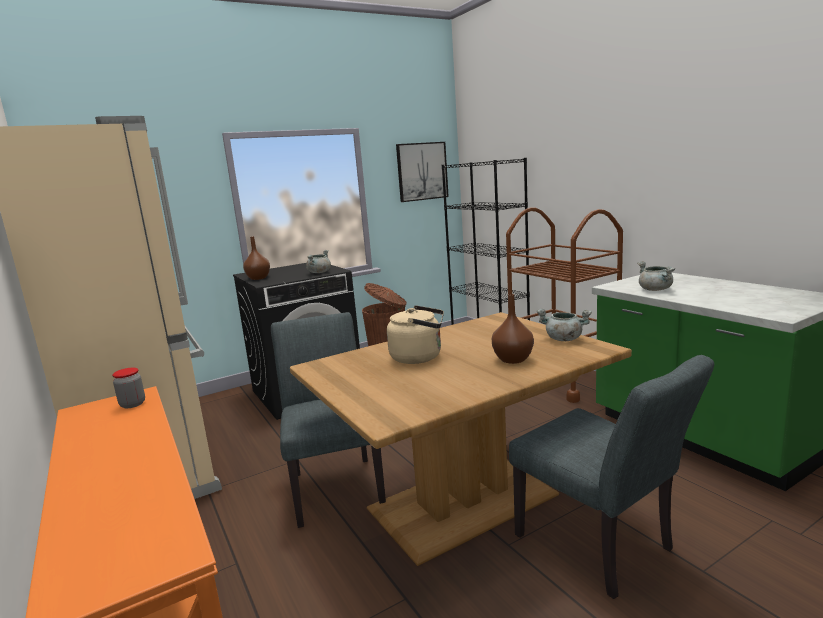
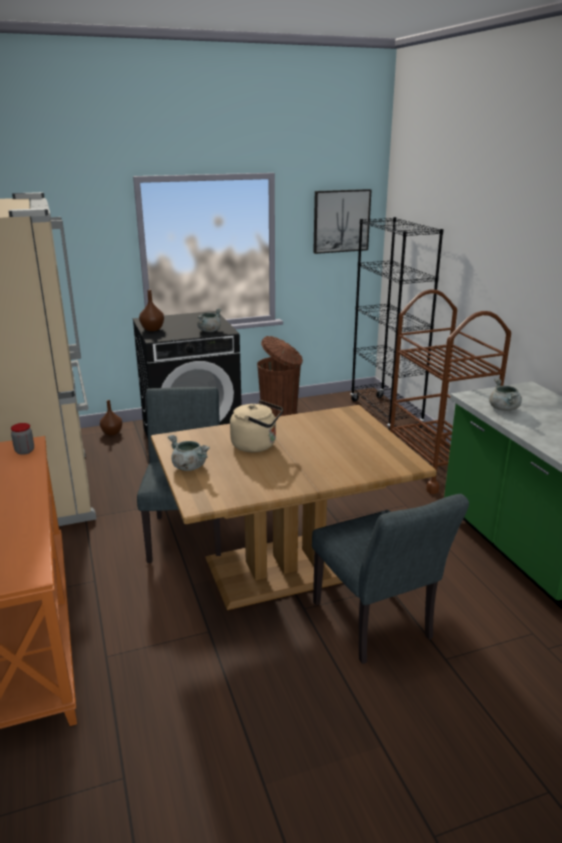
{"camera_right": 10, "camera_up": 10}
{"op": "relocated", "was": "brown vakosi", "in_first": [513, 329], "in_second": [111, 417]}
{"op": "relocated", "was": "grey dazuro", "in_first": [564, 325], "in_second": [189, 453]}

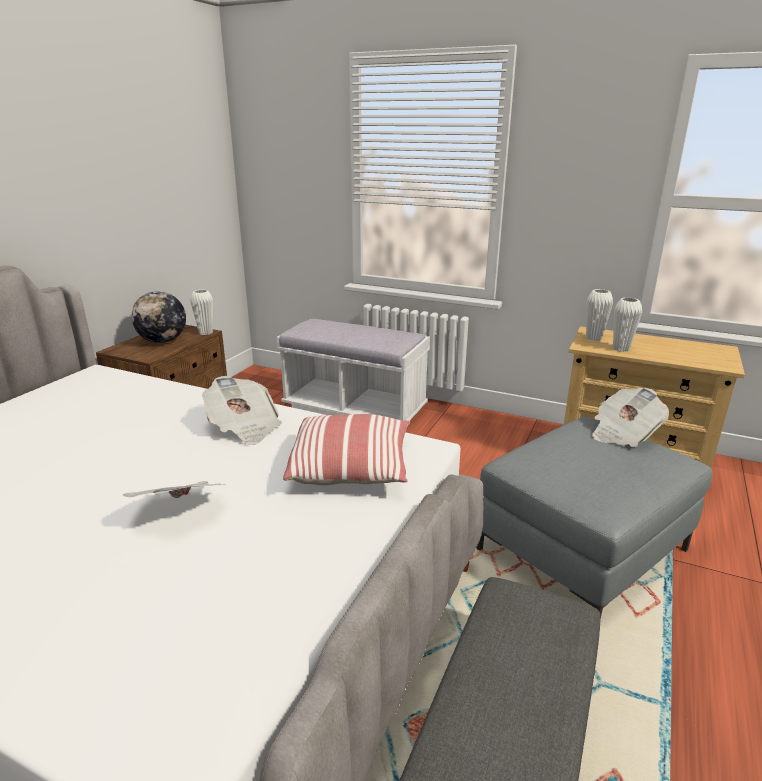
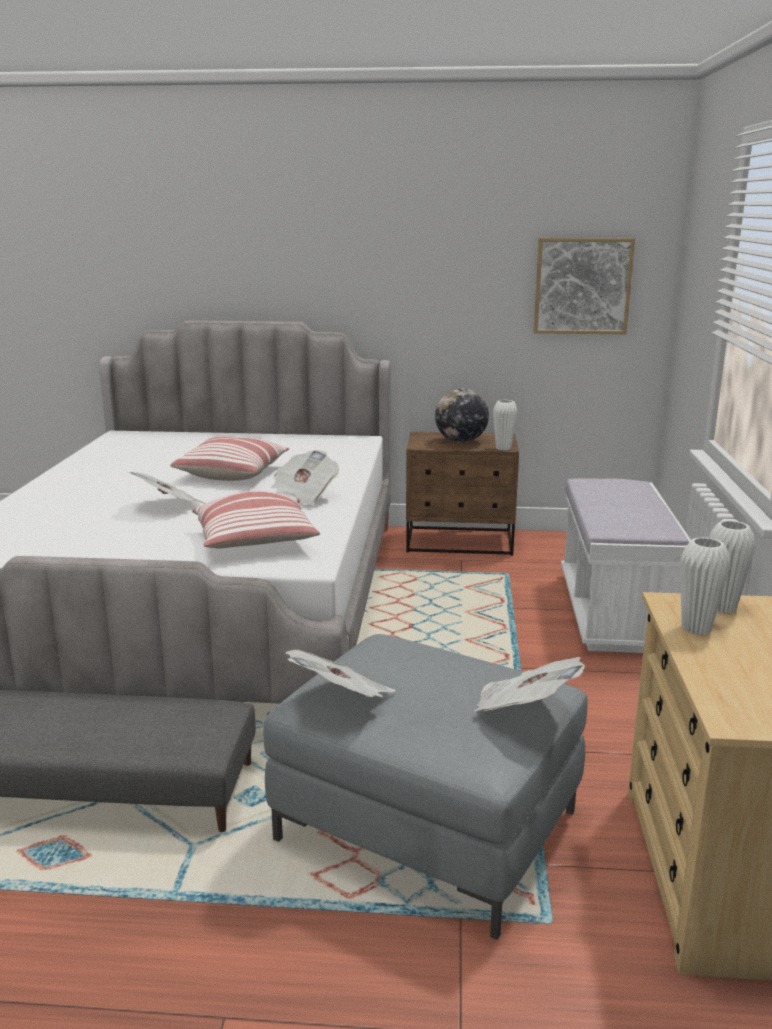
{"camera_right": 70, "camera_up": -5}
{"op": "appeared", "now": "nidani", "in_second": [229, 458]}
{"op": "appeared", "now": "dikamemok", "in_second": [341, 674]}
{"op": "appeared", "now": "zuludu", "in_second": [584, 286]}

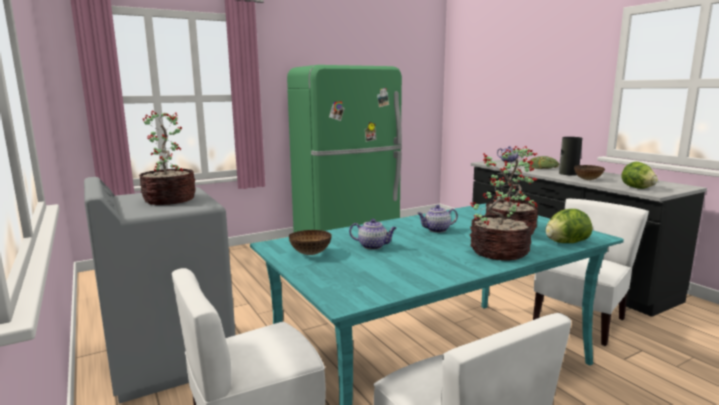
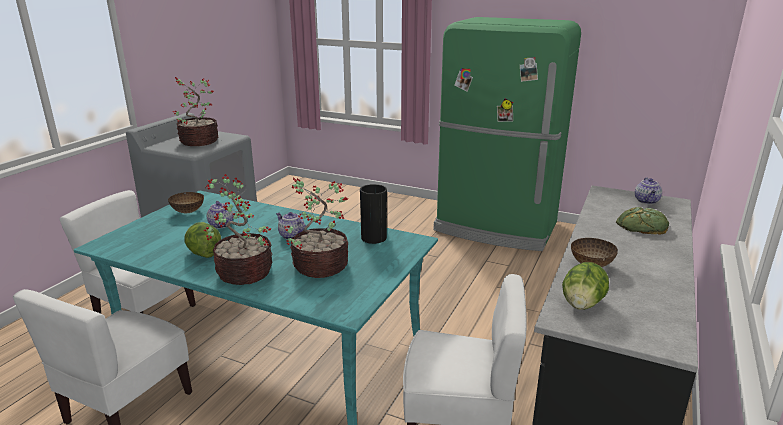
{"camera_right": 55, "camera_up": 10}
{"op": "relocated", "was": "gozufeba", "in_first": [568, 226], "in_second": [202, 240]}
{"op": "relocated", "was": "vakosi", "in_first": [570, 156], "in_second": [373, 214]}

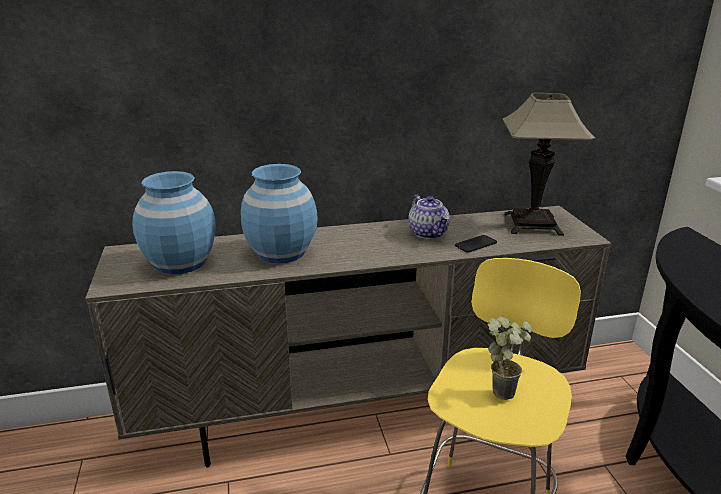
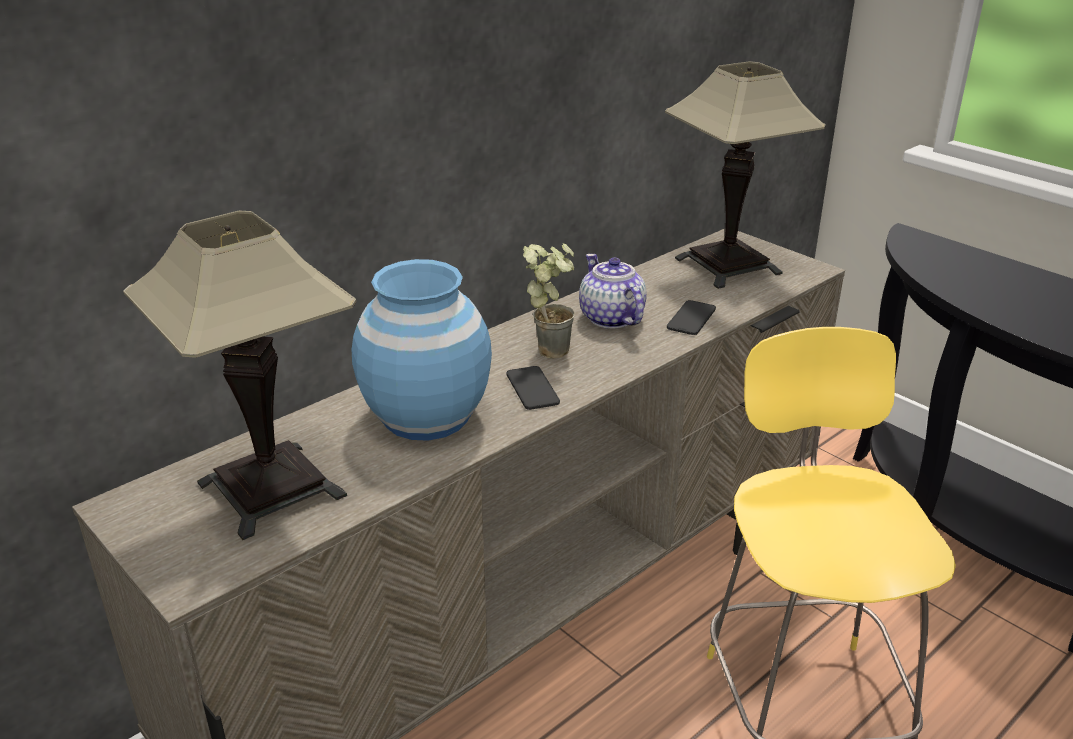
{"camera_right": -30, "camera_up": 5}
{"op": "appeared", "now": "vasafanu", "in_second": [533, 388]}
{"op": "relocated", "was": "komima", "in_first": [510, 358], "in_second": [549, 300]}
{"op": "exchanged", "was": "blue vakosi", "now": "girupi", "in_first": [174, 222], "in_second": [240, 375]}
{"op": "spun", "was": "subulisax", "in_first": [429, 217], "in_second": [613, 291], "clockwise": -150}

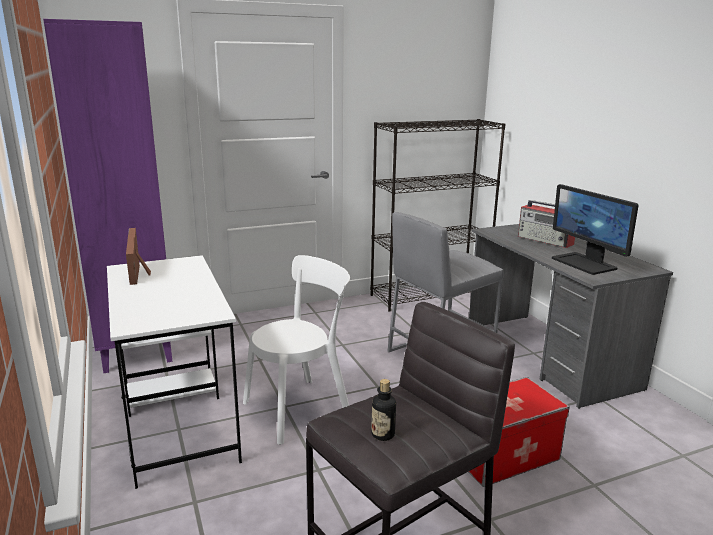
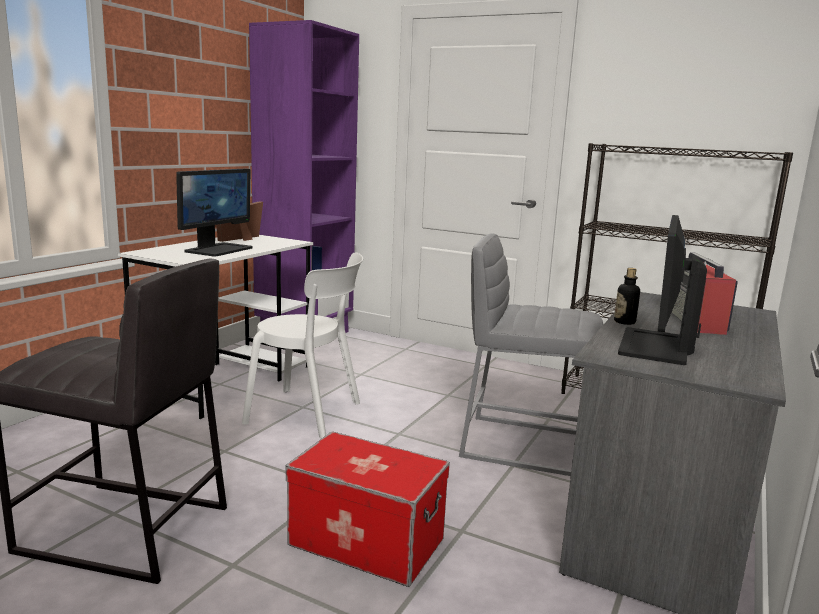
{"camera_right": 50, "camera_up": -5}
{"op": "appeared", "now": "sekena", "in_second": [214, 212]}
{"op": "relocated", "was": "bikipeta", "in_first": [383, 410], "in_second": [627, 296]}

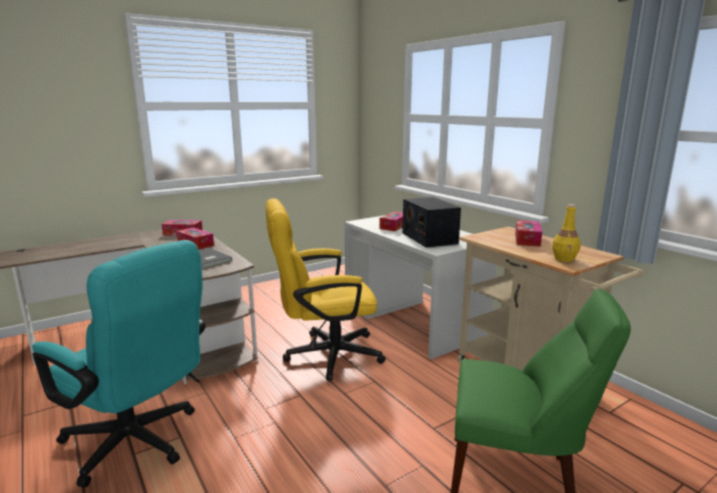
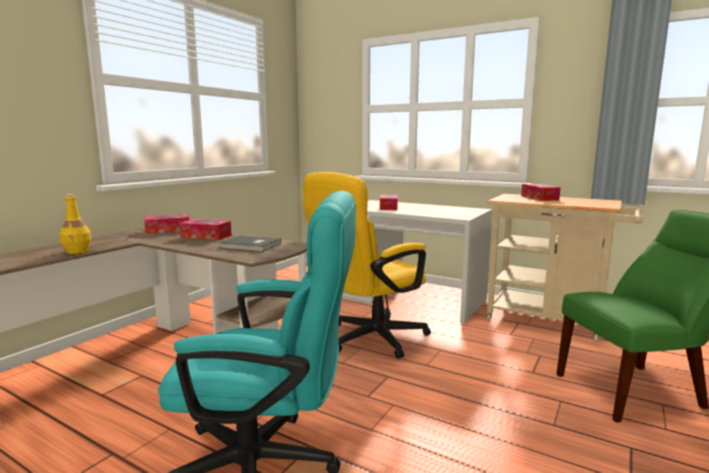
{"camera_right": -25, "camera_up": -5}
{"op": "missing", "was": "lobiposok", "in_first": [431, 222]}
{"op": "relocated", "was": "yellow bikipeta", "in_first": [566, 233], "in_second": [75, 224]}

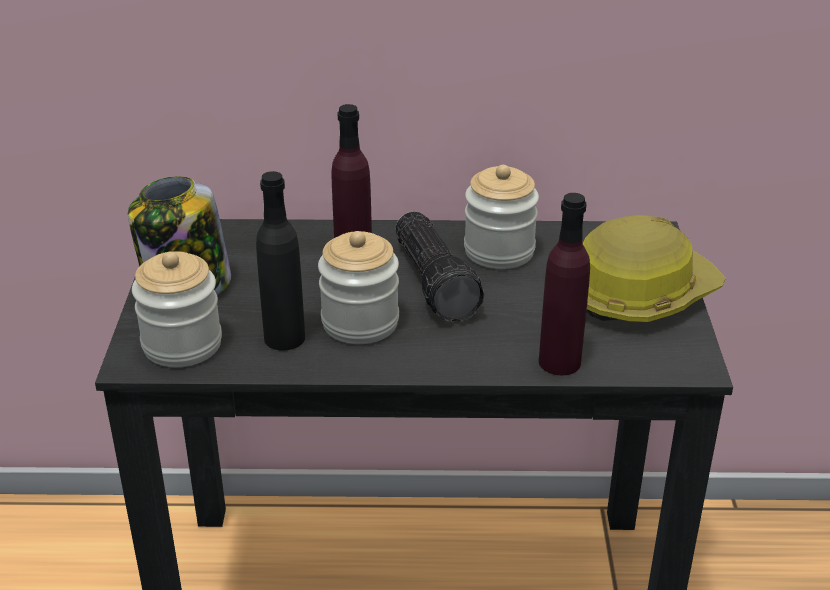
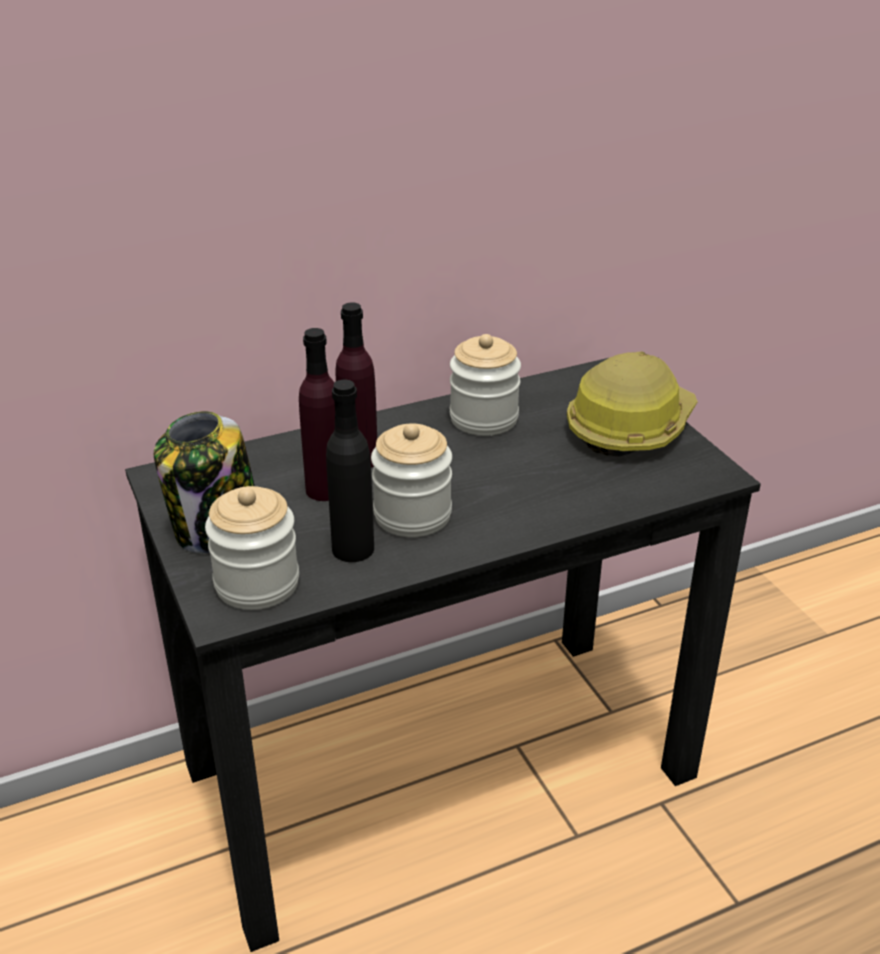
{"camera_right": -25, "camera_up": 0}
{"op": "missing", "was": "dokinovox", "in_first": [440, 267]}
{"op": "relocated", "was": "purple bikipeta", "in_first": [564, 284], "in_second": [317, 414]}

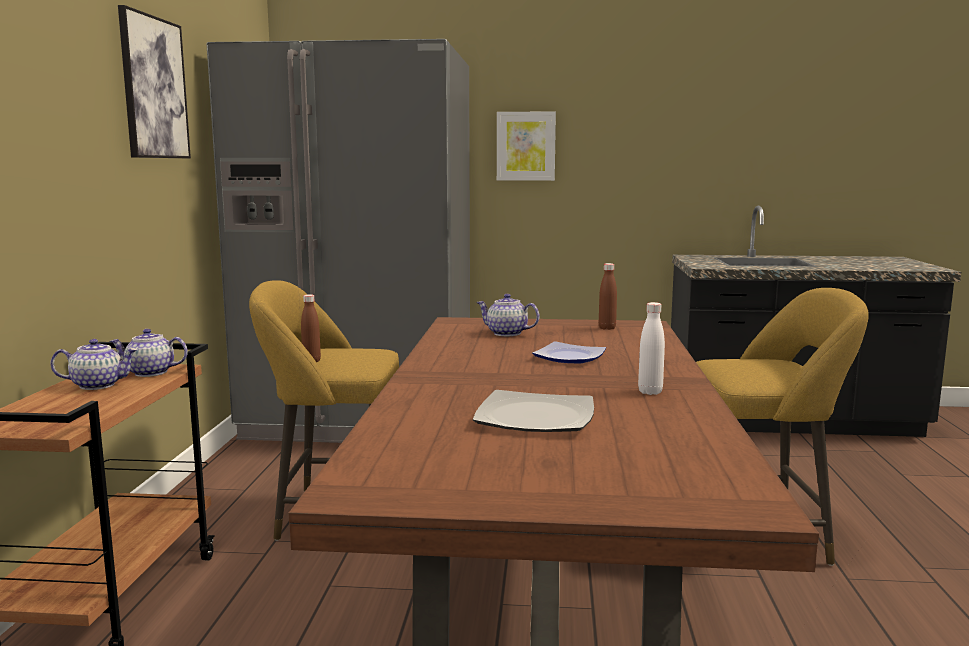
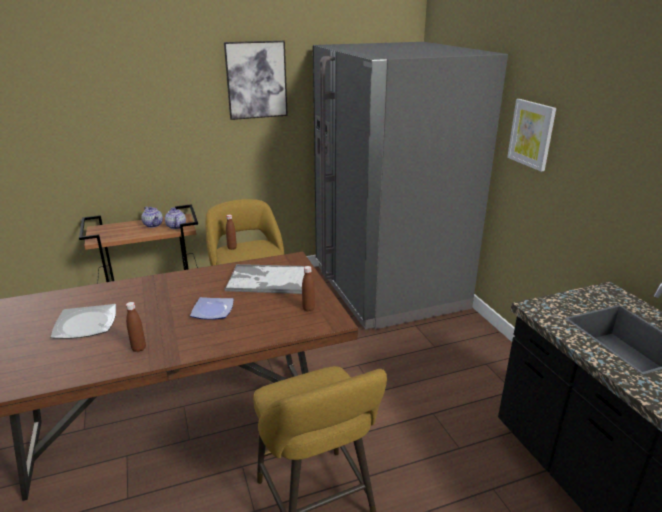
{"camera_right": 65, "camera_up": 15}
{"op": "exchanged", "was": "subulisax", "now": "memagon", "in_first": [508, 315], "in_second": [264, 279]}
{"op": "colour", "was": "white bikipeta", "now": "brown bikipeta", "in_first": [651, 348], "in_second": [136, 327]}

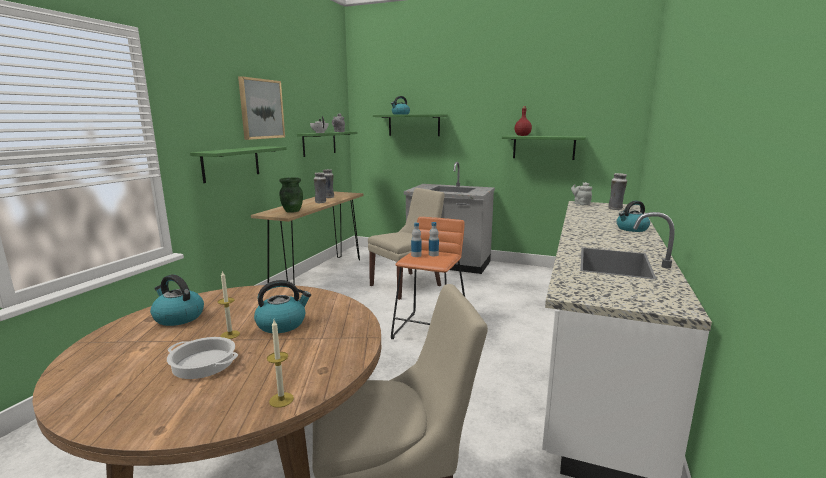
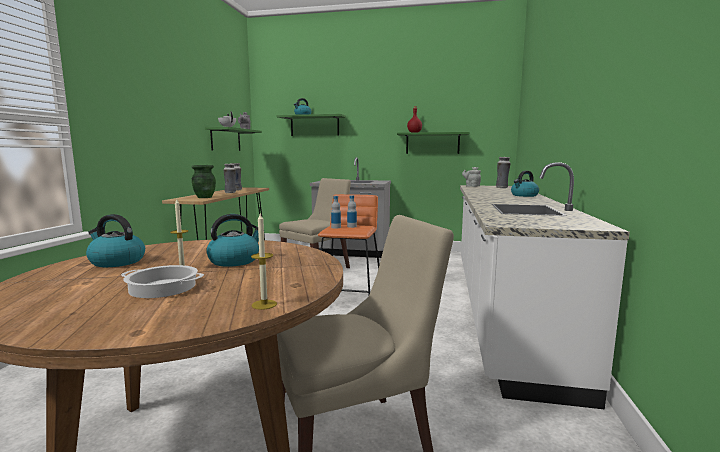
{"camera_right": -10, "camera_up": -5}
{"op": "missing", "was": "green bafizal", "in_first": [238, 164]}
{"op": "missing", "was": "zuludu", "in_first": [261, 108]}

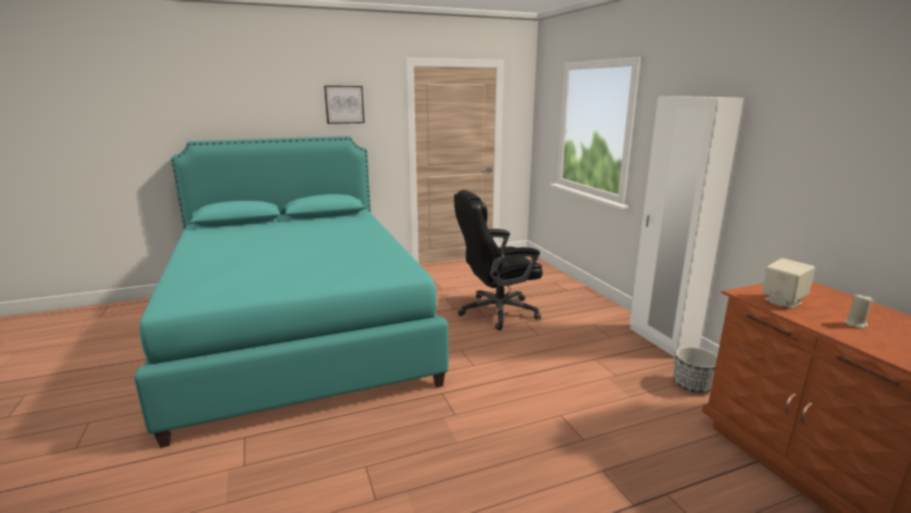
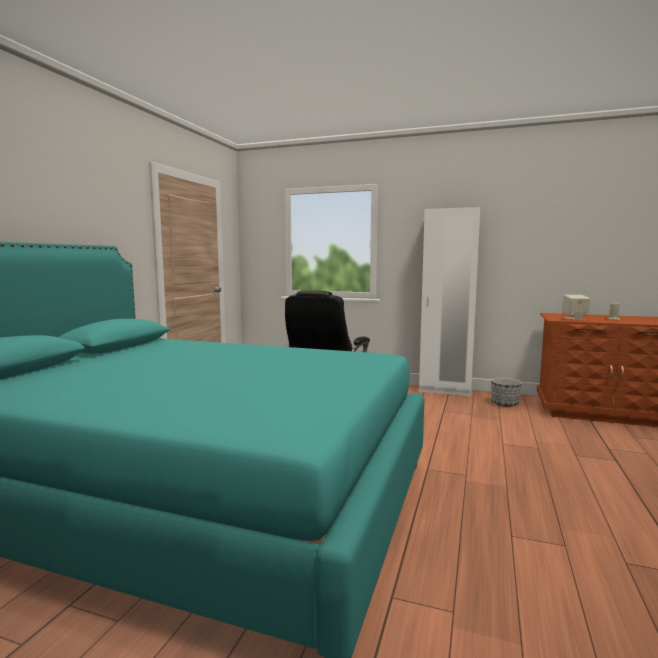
{"camera_right": -50, "camera_up": -10}
{"op": "missing", "was": "zuludu", "in_first": [344, 105]}

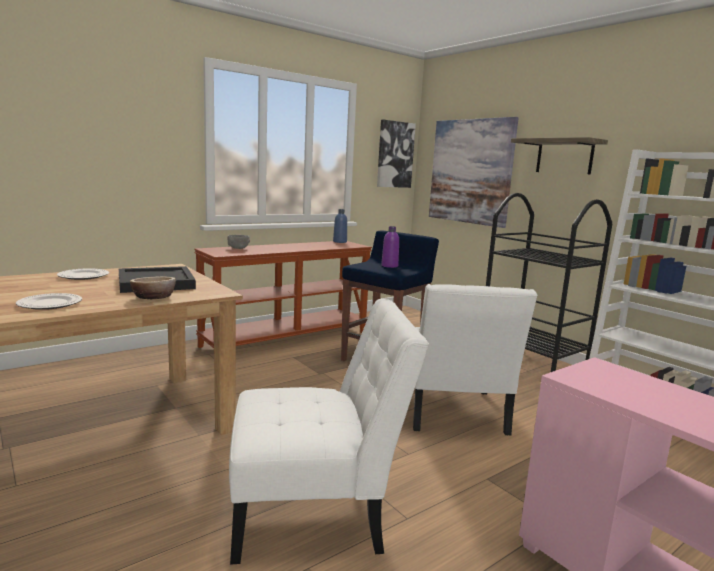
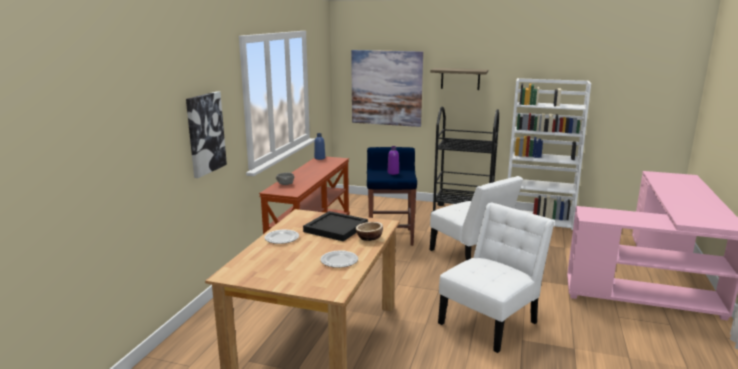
{"camera_right": -35, "camera_up": 5}
{"op": "relocated", "was": "zuludu", "in_first": [396, 154], "in_second": [206, 134]}

